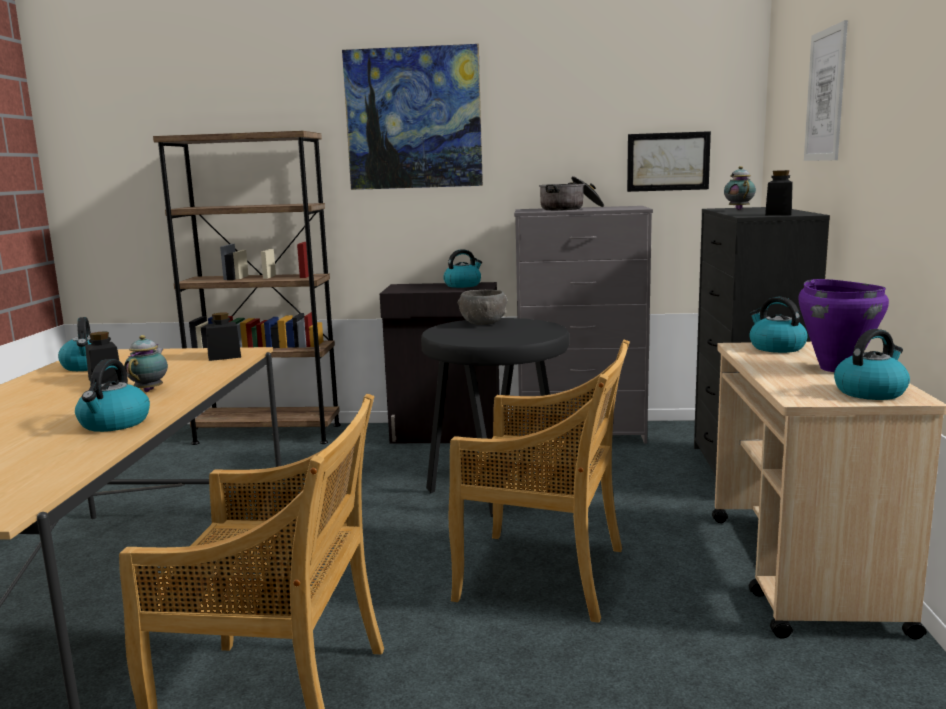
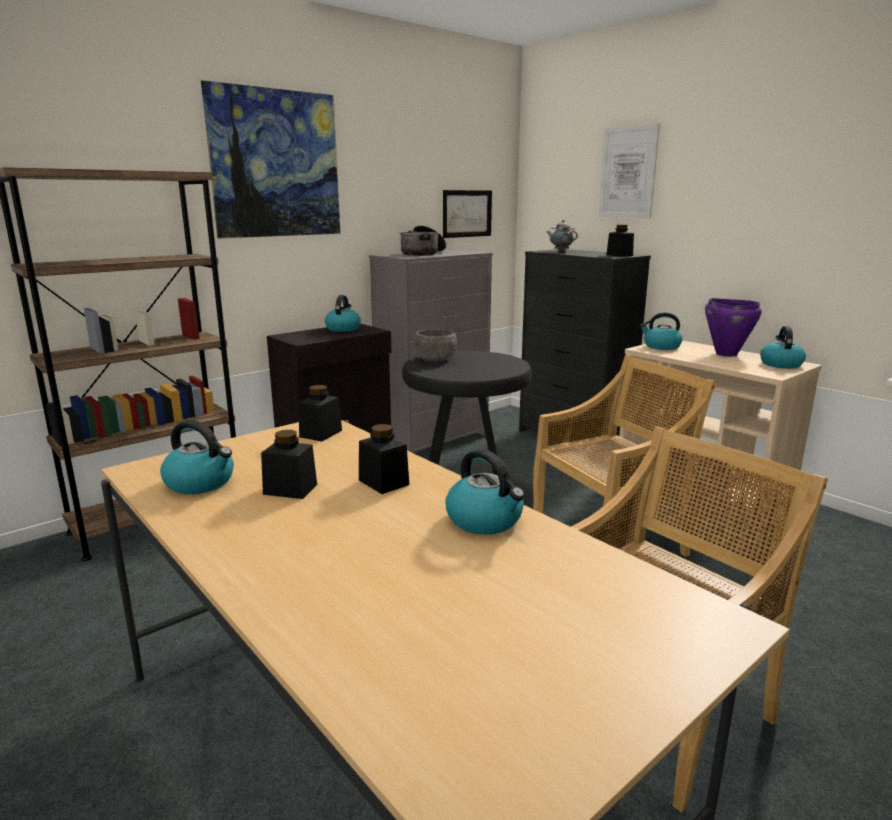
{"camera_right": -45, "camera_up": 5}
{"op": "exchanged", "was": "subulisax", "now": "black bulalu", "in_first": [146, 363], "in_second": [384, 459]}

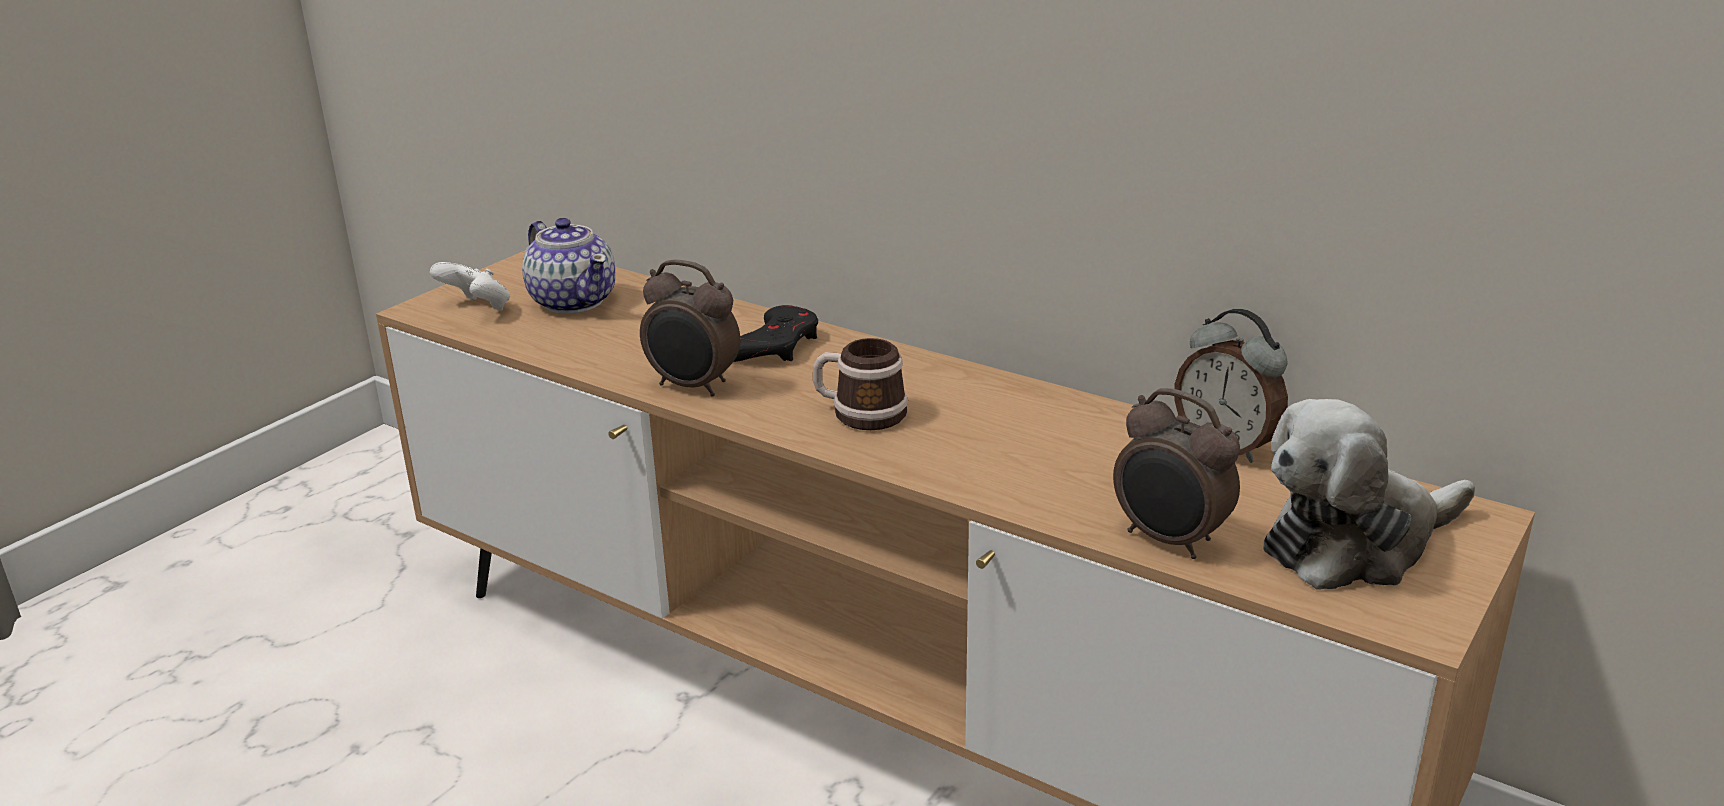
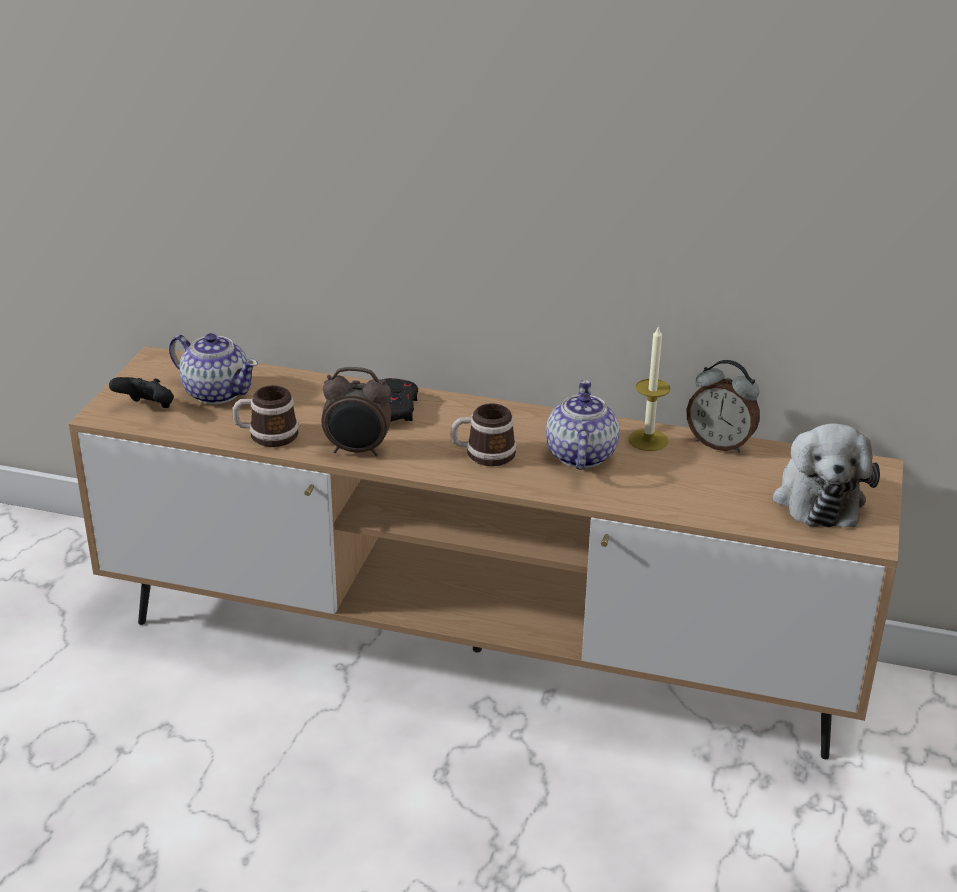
{"camera_right": -20, "camera_up": 5}
{"op": "missing", "was": "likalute", "in_first": [1176, 473]}
{"op": "appeared", "now": "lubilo", "in_second": [265, 416]}
{"op": "appeared", "now": "subulisax", "in_second": [582, 425]}
{"op": "appeared", "now": "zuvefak", "in_second": [649, 388]}
{"op": "colour", "was": "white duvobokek", "now": "black duvobokek", "in_first": [470, 286], "in_second": [141, 392]}
{"op": "spun", "was": "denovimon", "in_first": [1369, 494], "in_second": [826, 475], "clockwise": -45}

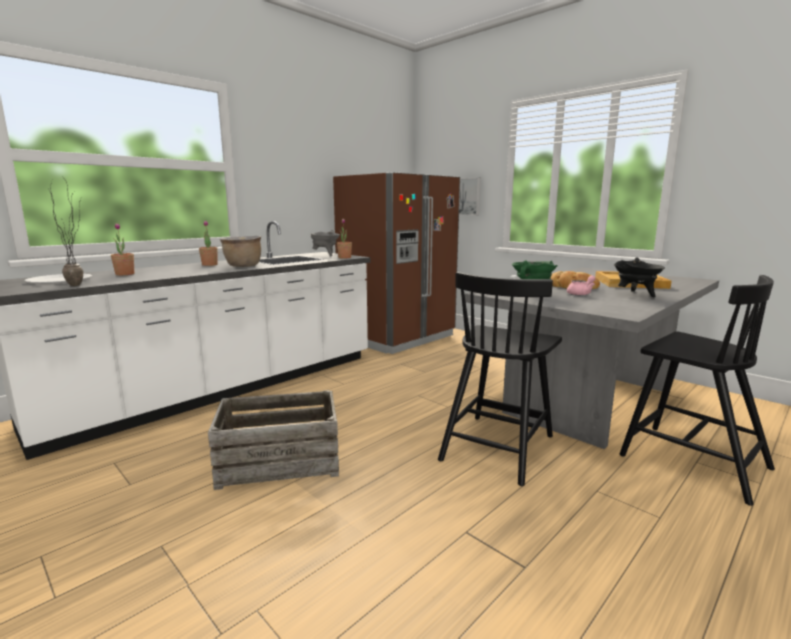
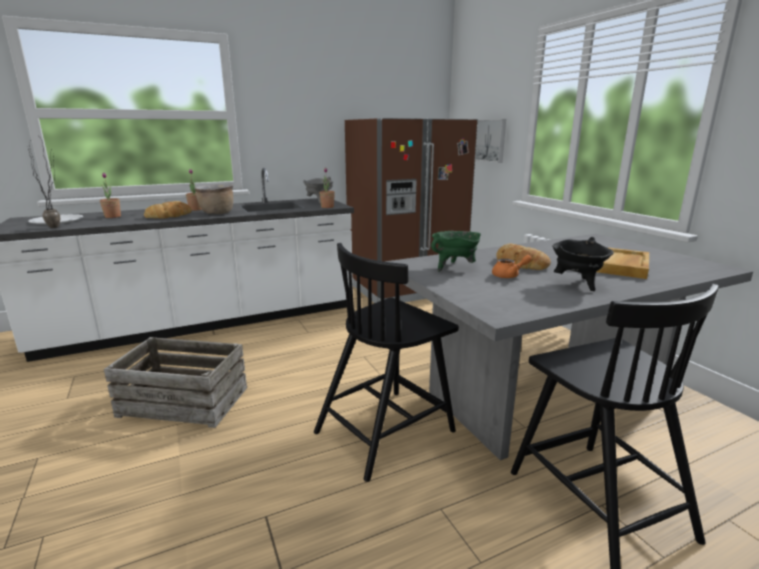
{"camera_right": 20, "camera_up": 5}
{"op": "appeared", "now": "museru", "in_second": [168, 210]}
{"op": "colour", "was": "pink subulisax", "now": "orange subulisax", "in_first": [581, 285], "in_second": [512, 266]}

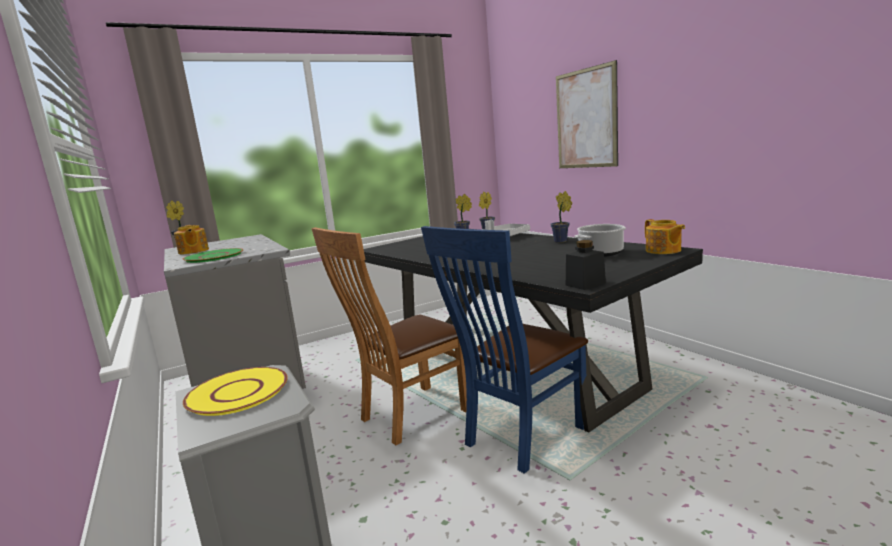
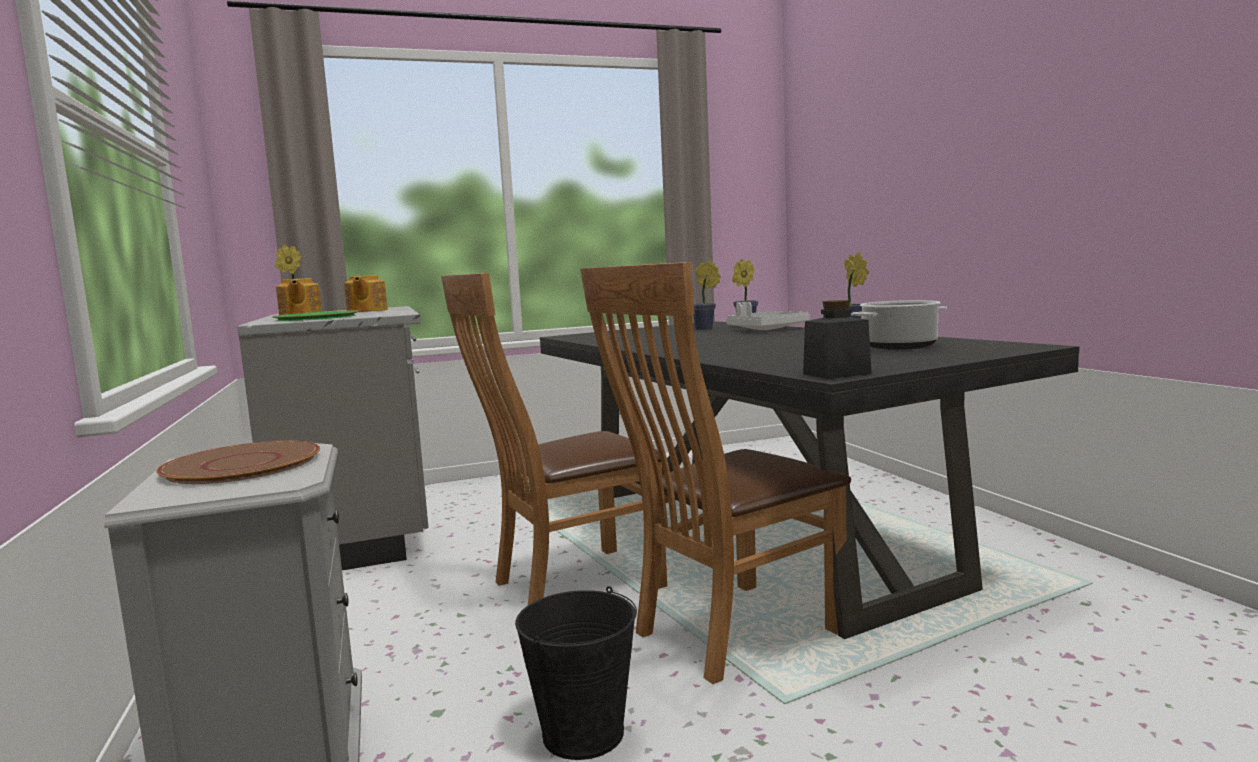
{"camera_right": 10, "camera_up": -5}
{"op": "missing", "was": "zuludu", "in_first": [587, 114]}
{"op": "appeared", "now": "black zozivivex", "in_second": [576, 673]}
{"op": "relocated", "was": "subulisax", "in_first": [665, 236], "in_second": [366, 293]}
{"op": "colour", "was": "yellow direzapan", "now": "brown direzapan", "in_first": [235, 391], "in_second": [238, 462]}
{"op": "colour", "was": "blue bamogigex", "now": "brown bamogigex", "in_first": [504, 350], "in_second": [715, 473]}

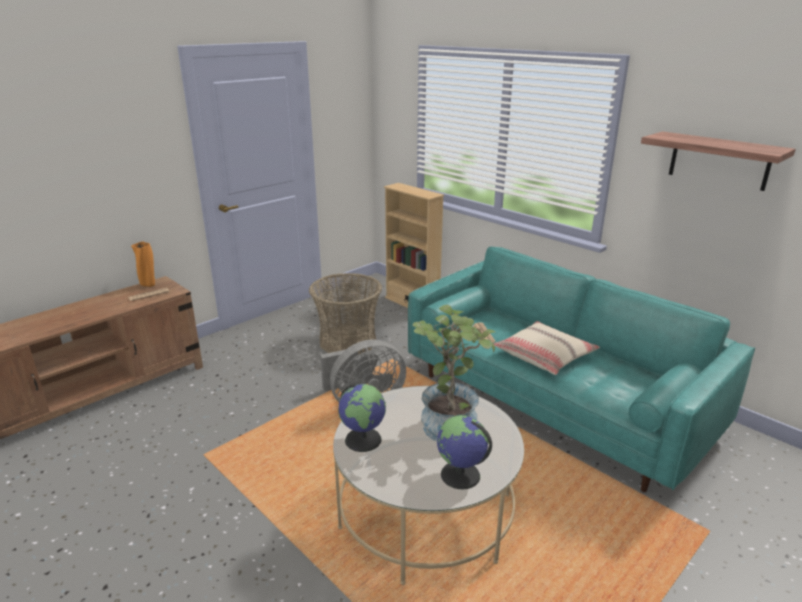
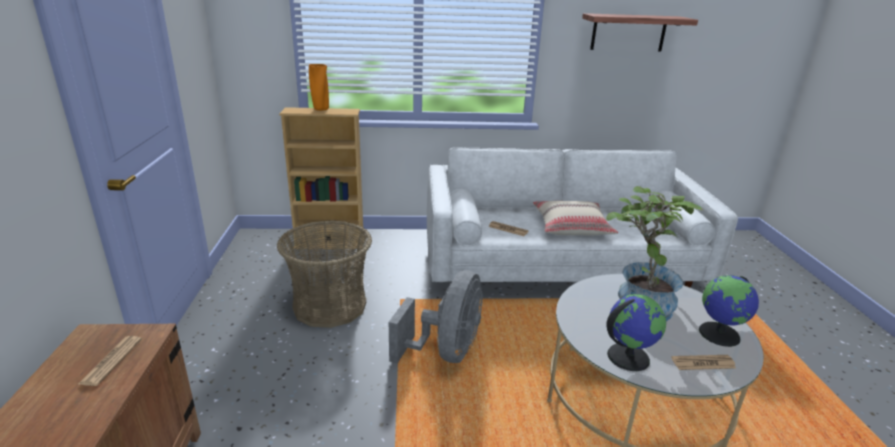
{"camera_right": -50, "camera_up": 0}
{"op": "appeared", "now": "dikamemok", "in_second": [703, 362]}
{"op": "relocated", "was": "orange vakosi", "in_first": [143, 264], "in_second": [319, 87]}
{"op": "colour", "was": "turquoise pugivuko", "now": "white pugivuko", "in_first": [581, 369], "in_second": [582, 217]}

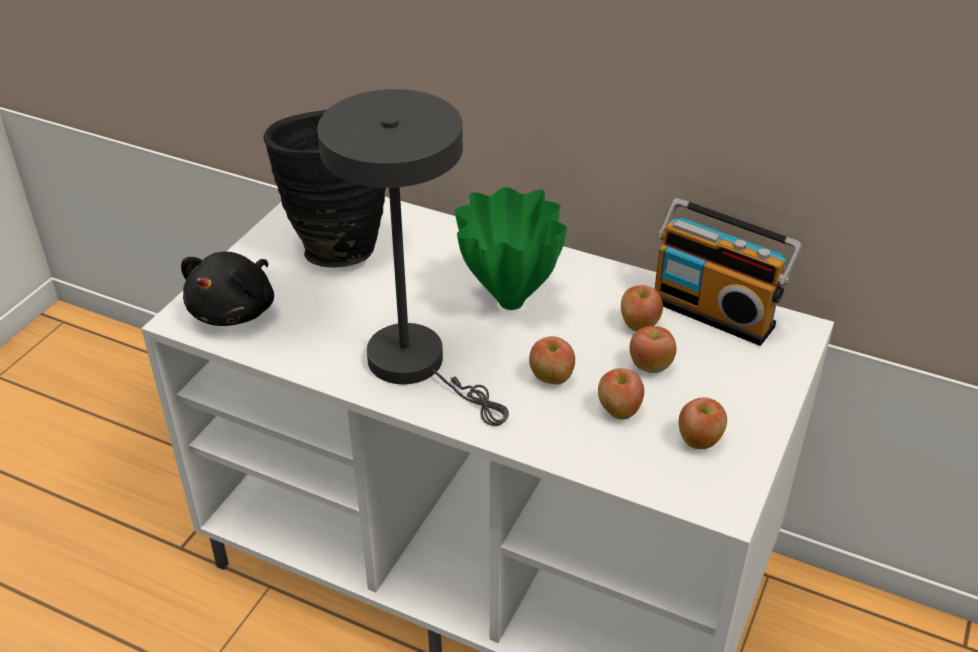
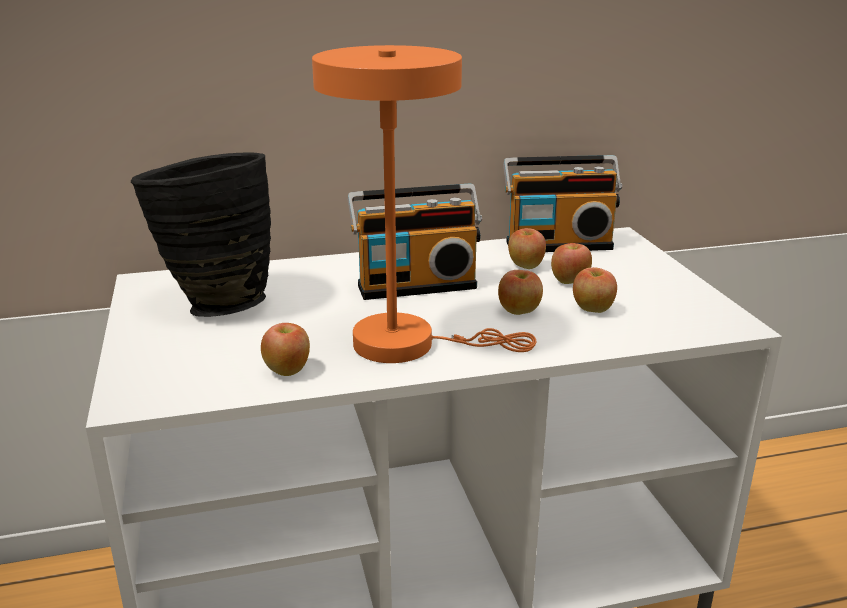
{"camera_right": -40, "camera_up": -15}
{"op": "missing", "was": "black denovimon", "in_first": [227, 289]}
{"op": "relocated", "was": "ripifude", "in_first": [702, 423], "in_second": [285, 349]}
{"op": "exchanged", "was": "green vakosi", "now": "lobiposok", "in_first": [511, 248], "in_second": [415, 241]}
{"op": "colour", "was": "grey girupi", "now": "orange girupi", "in_first": [413, 257], "in_second": [424, 204]}

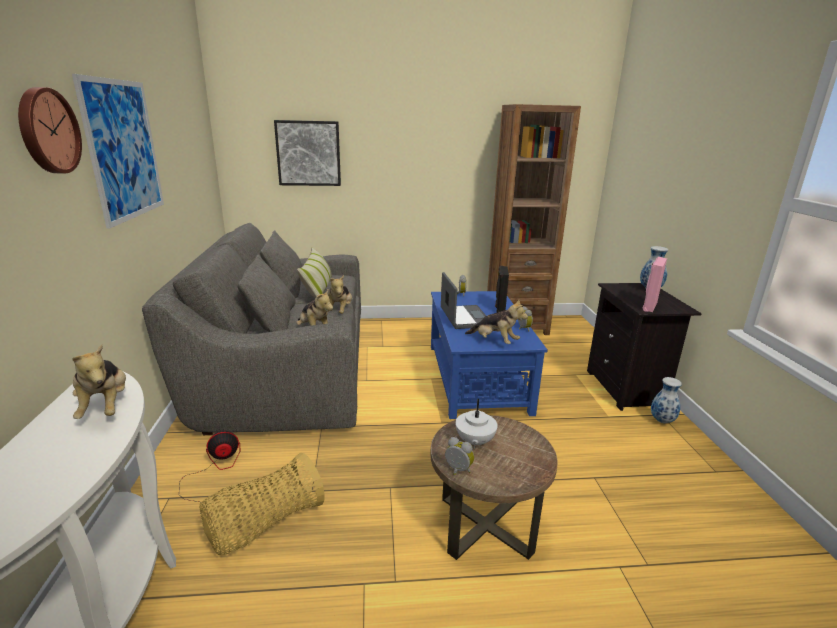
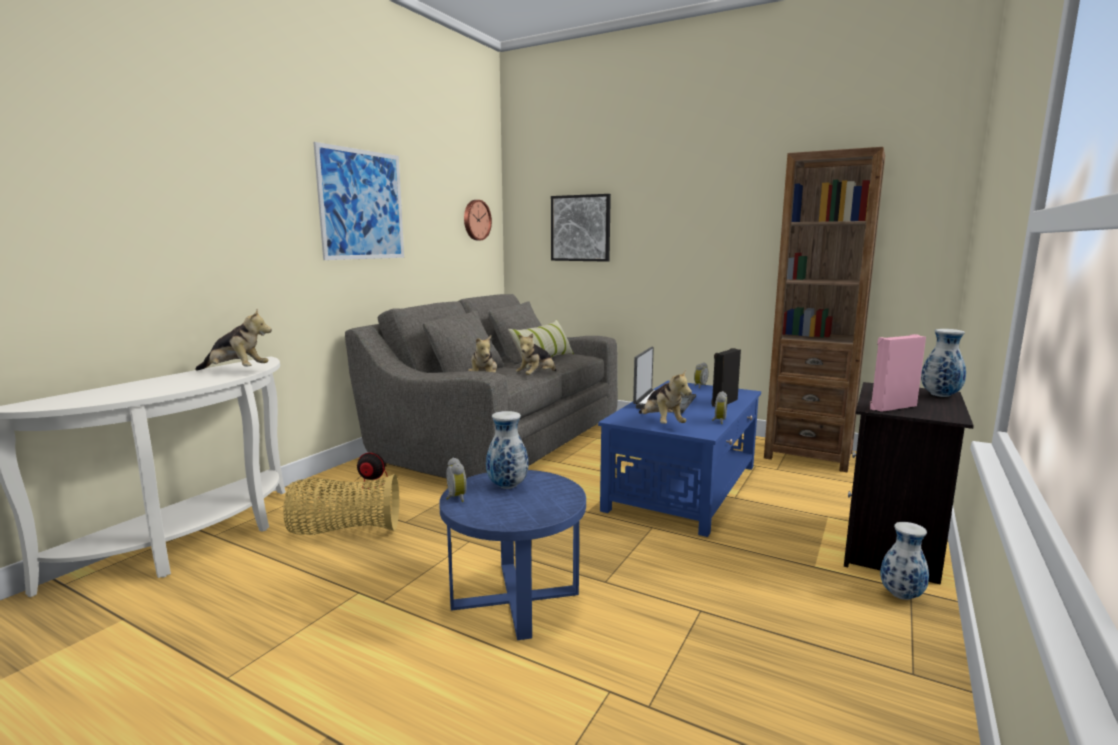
{"camera_right": 35, "camera_up": -10}
{"op": "relocated", "was": "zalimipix", "in_first": [50, 130], "in_second": [478, 220]}
{"op": "exchanged", "was": "white subulisax", "now": "vakosi", "in_first": [476, 424], "in_second": [507, 450]}
{"op": "colour", "was": "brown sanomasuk", "now": "blue sanomasuk", "in_first": [494, 487], "in_second": [512, 555]}
{"op": "spun", "was": "denovimon", "in_first": [99, 381], "in_second": [233, 340], "clockwise": -90}

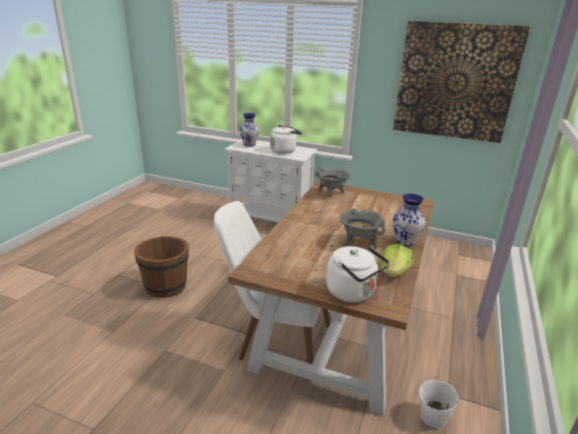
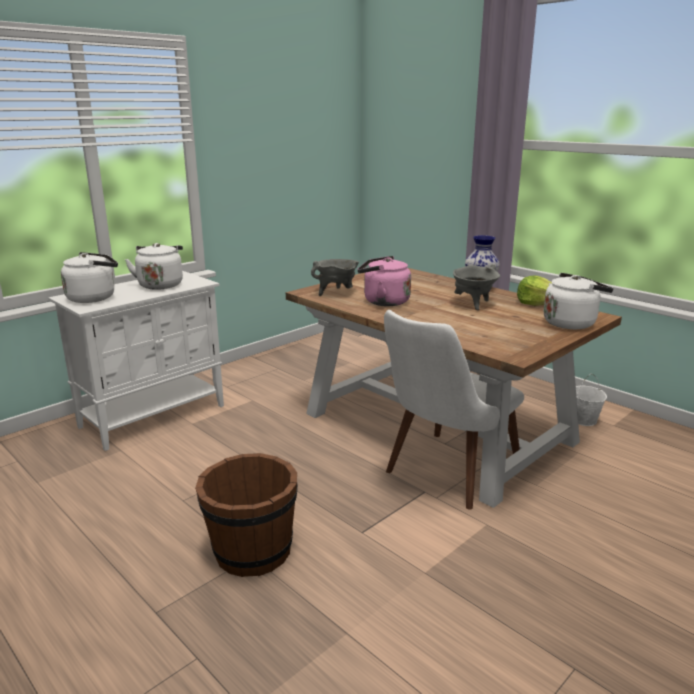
{"camera_right": -65, "camera_up": -5}
{"op": "missing", "was": "zuludu", "in_first": [461, 82]}
{"op": "appeared", "now": "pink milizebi", "in_second": [384, 281]}
{"op": "exchanged", "was": "vakosi", "now": "white milizebi", "in_first": [249, 130], "in_second": [89, 277]}

